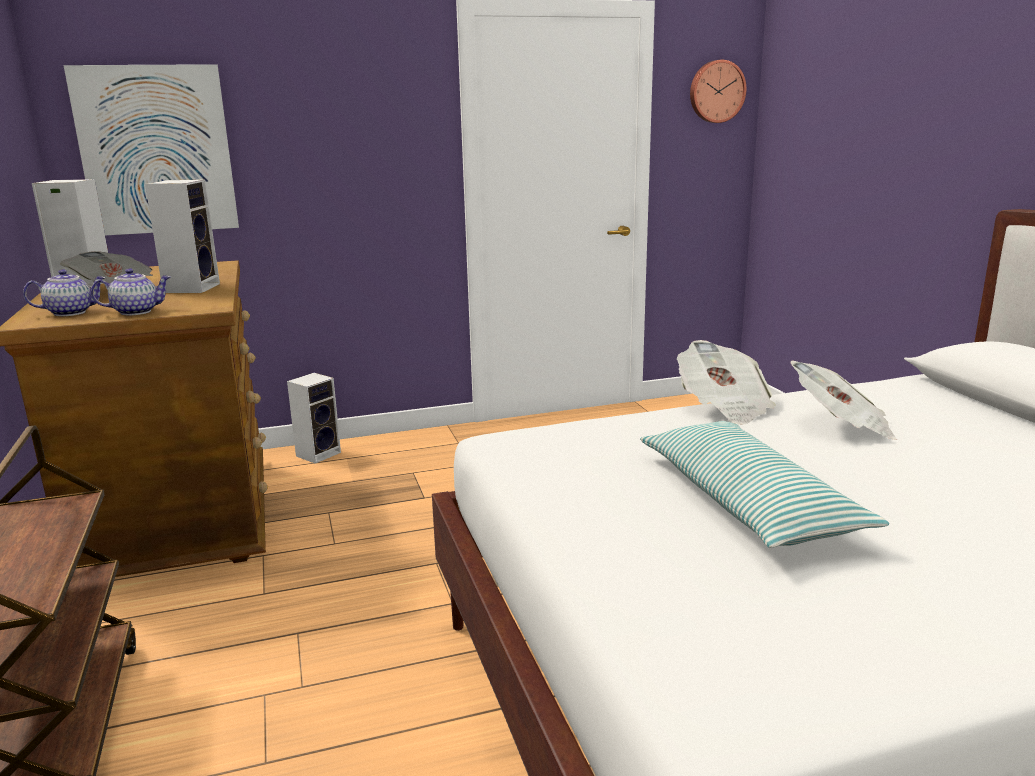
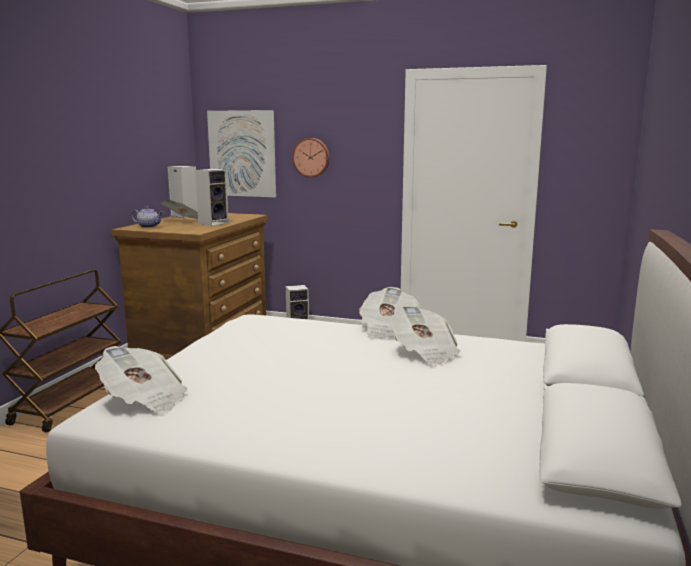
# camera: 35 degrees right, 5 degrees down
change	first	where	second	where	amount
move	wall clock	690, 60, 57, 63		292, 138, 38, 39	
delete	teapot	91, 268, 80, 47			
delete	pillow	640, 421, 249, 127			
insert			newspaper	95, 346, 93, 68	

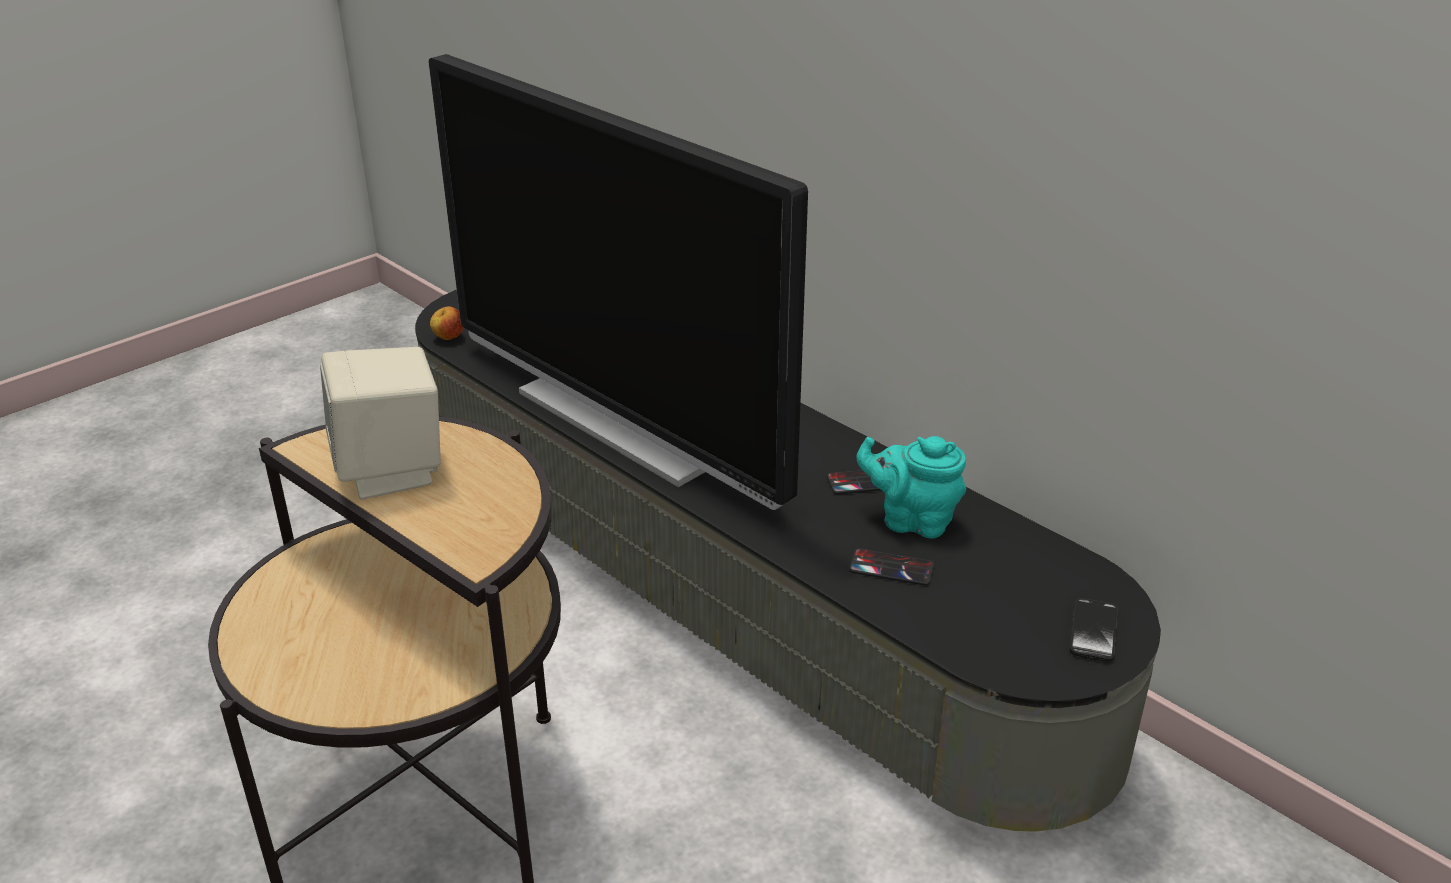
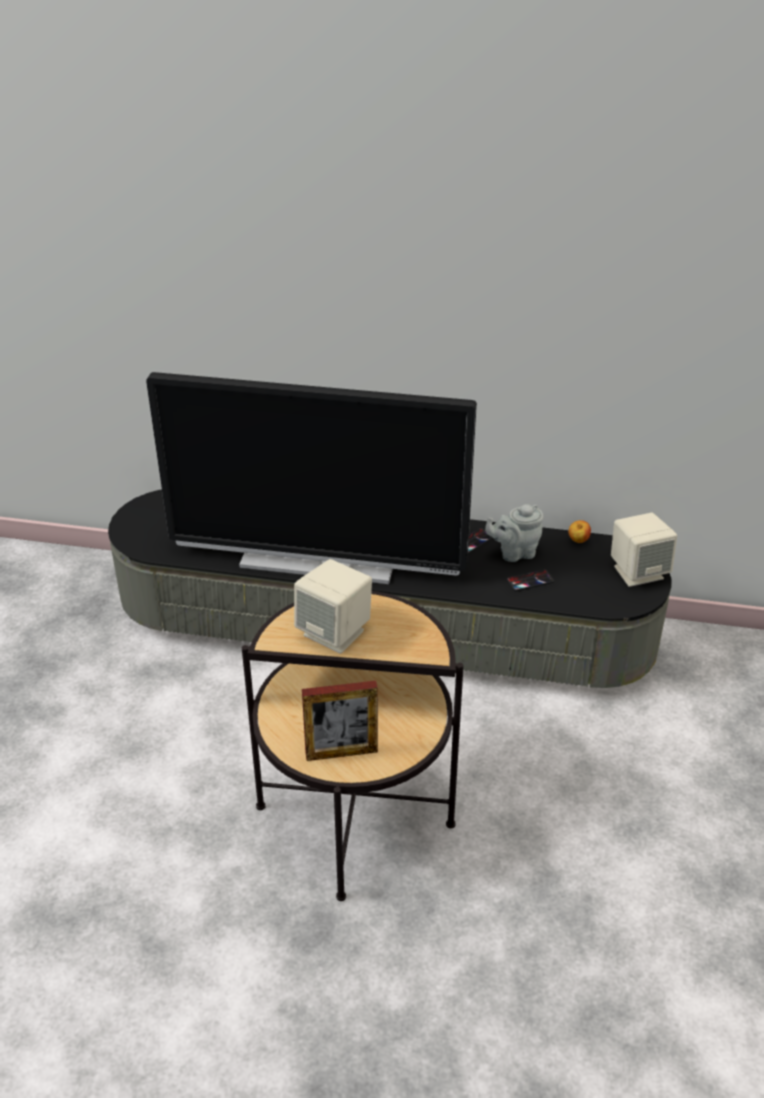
# camera: 35 degrees left, 5 degrees up
change	first	where	second	where	amount
move	apple	430, 306, 33, 34		568, 520, 23, 23	
recolor	turquoise teapot	856, 436, 110, 102	grey teapot	485, 504, 59, 58	
replace	phone	1070, 598, 48, 64	beige speaker	611, 513, 66, 74	
insert			picture frame	302, 681, 76, 80	

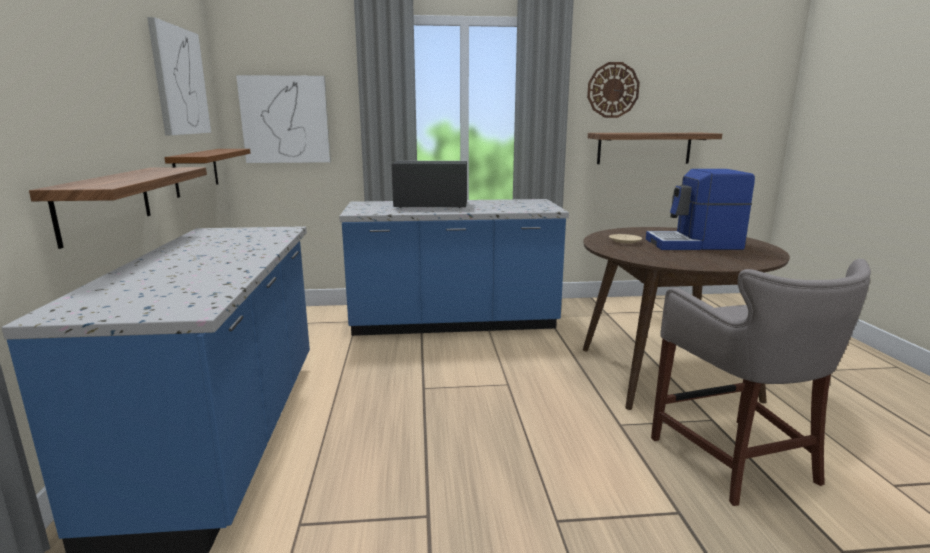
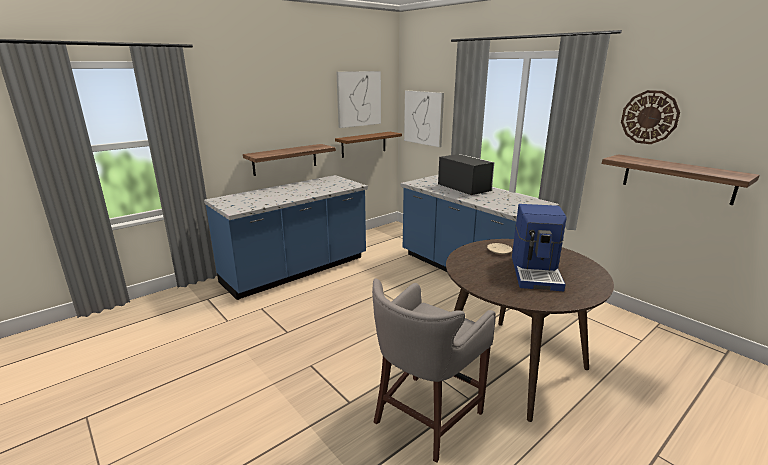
# camera: 55 degrees right, 5 degrees up
change	first	where	second	where	amount
rotate	coffee machine	646, 169, 109, 81		512, 204, 55, 87	135 degrees counterclockwise

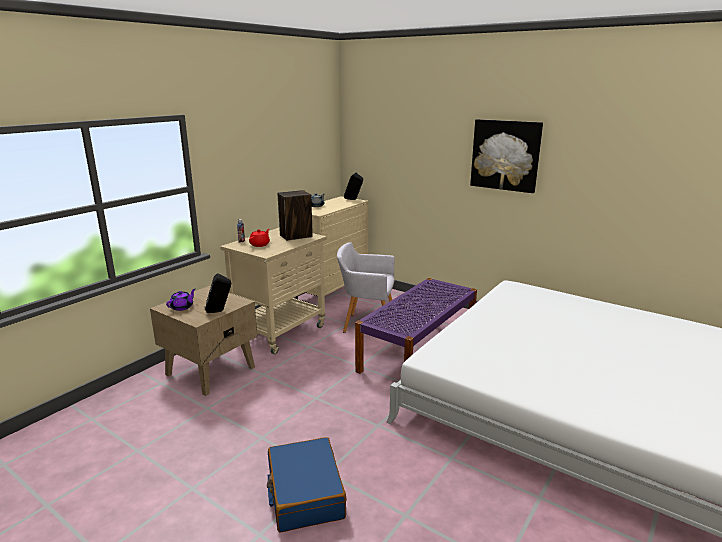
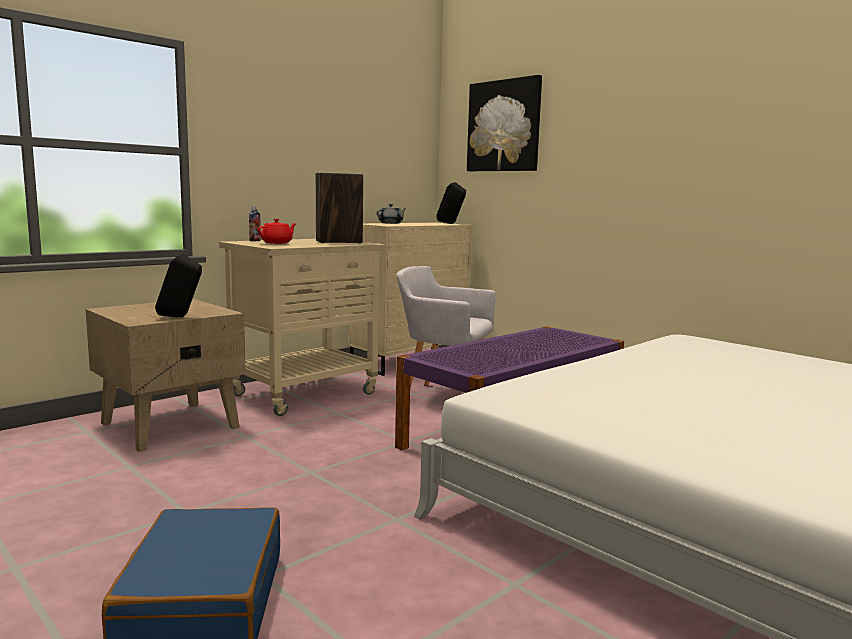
# camera: 10 degrees right, 10 degrees down
change	first	where	second	where	amount
move	picture	470, 119, 73, 74		467, 75, 75, 96	
delete	purple teapot	166, 289, 29, 22			

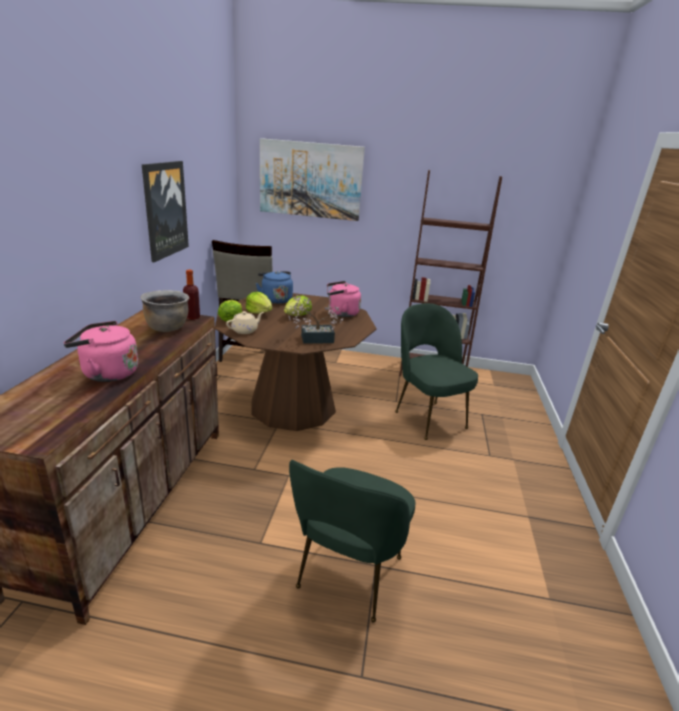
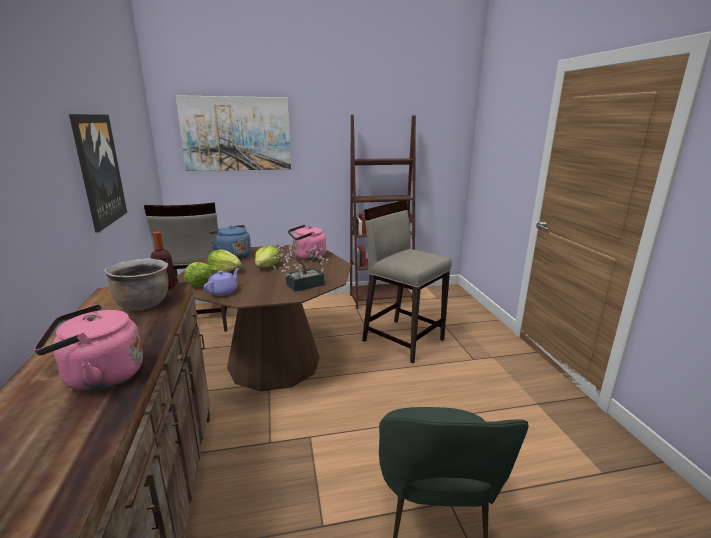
# camera: 20 degrees left, 5 degrees down
change	first	where	second	where	amount
replace	green chair	395, 303, 83, 137	beige stool	362, 200, 90, 163	
recolor	beige teapot	226, 311, 38, 23	purple teapot	204, 268, 35, 28	

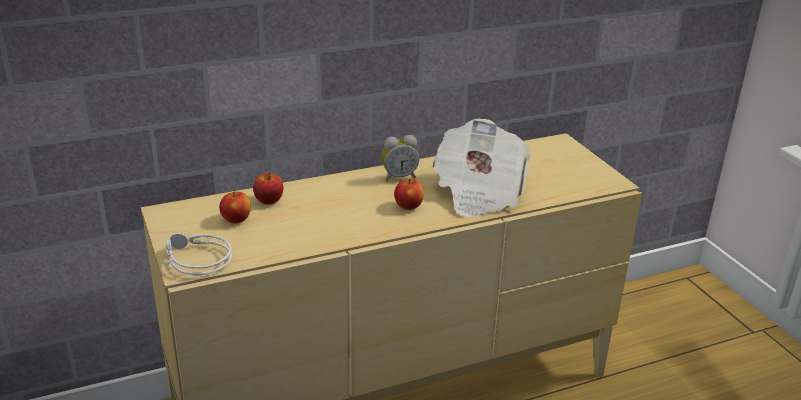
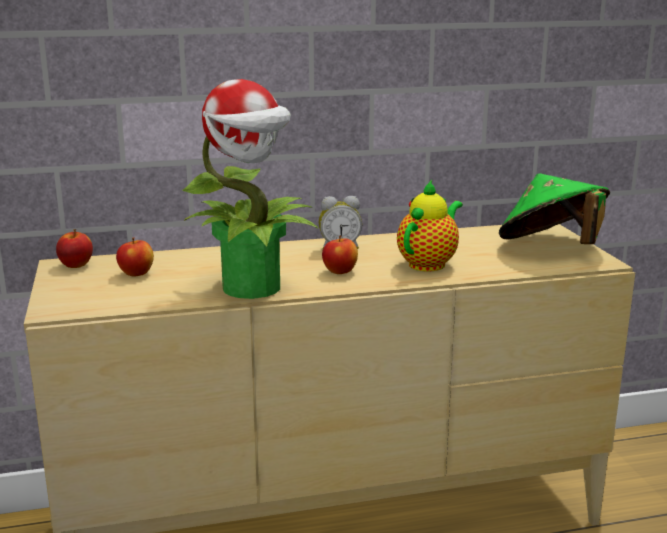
# camera: 10 degrees right, 10 degrees down
change	first	where	second	where	amount
replace	newspaper	432, 119, 99, 98	teapot	397, 180, 66, 92	
move	apple	253, 172, 30, 33		56, 229, 37, 39	
delete	grey headphones	165, 232, 67, 44			
insert			potted plant	182, 79, 136, 220	
insert			green hat	499, 173, 111, 71	

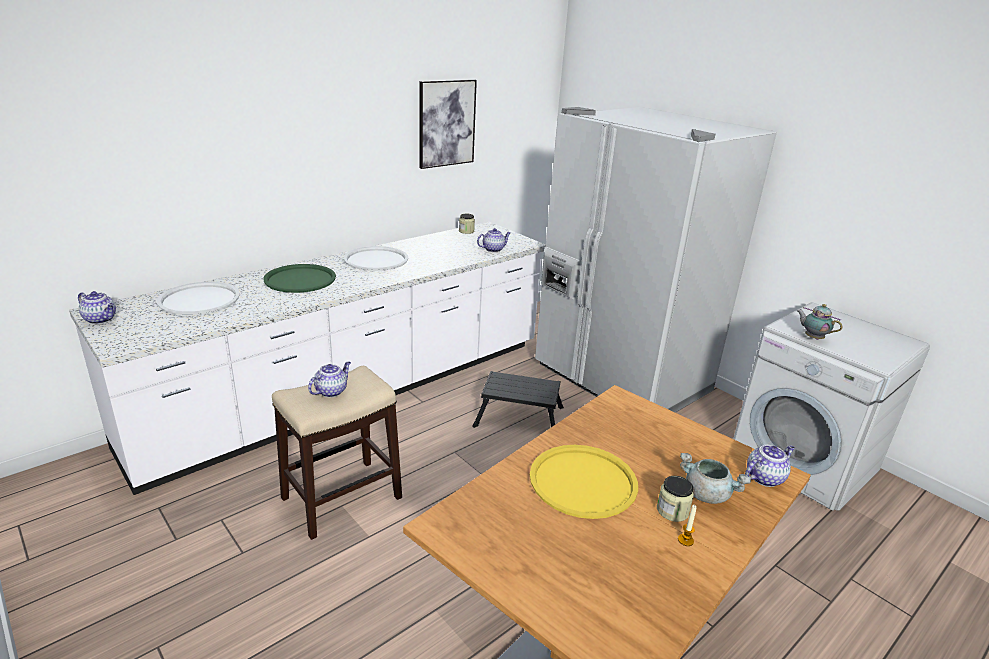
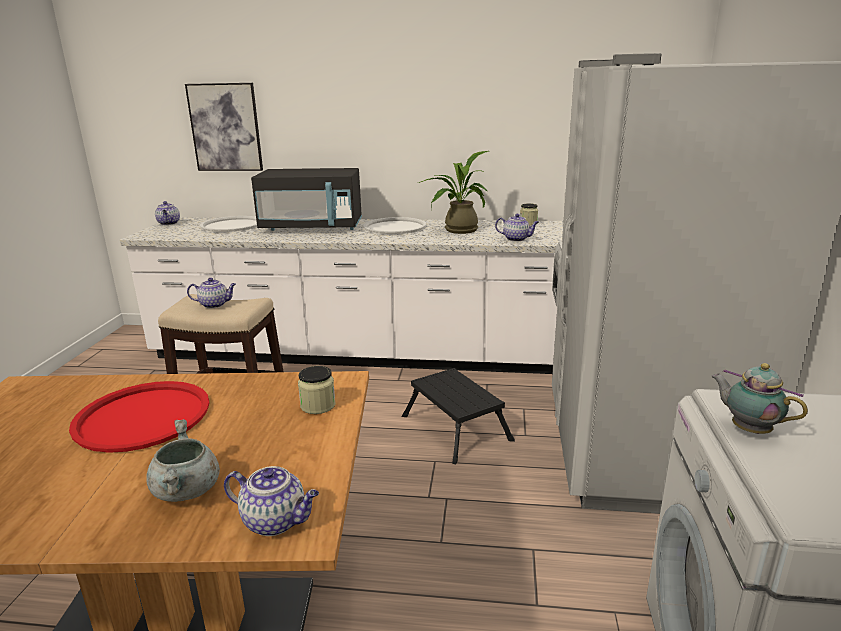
# camera: 50 degrees right, 5 degrees down
change	first	where	second	where	amount
move	picture	419, 79, 58, 90		185, 83, 78, 88	
replace	green tray	263, 264, 73, 29	black microwave	251, 168, 111, 63	
rotate	teapot	797, 304, 45, 36		711, 363, 97, 71	45 degrees counterclockwise
recolor	yellow tray	530, 445, 108, 74	red tray	69, 381, 141, 72	
move	jar	657, 476, 37, 46		298, 366, 38, 48	
delete	candle	678, 505, 19, 41			
insert			potted plant	418, 151, 70, 83	

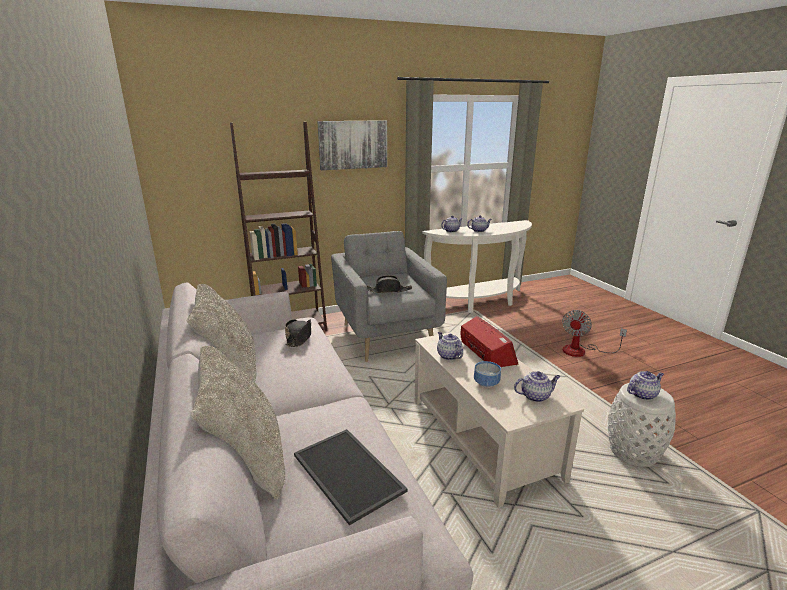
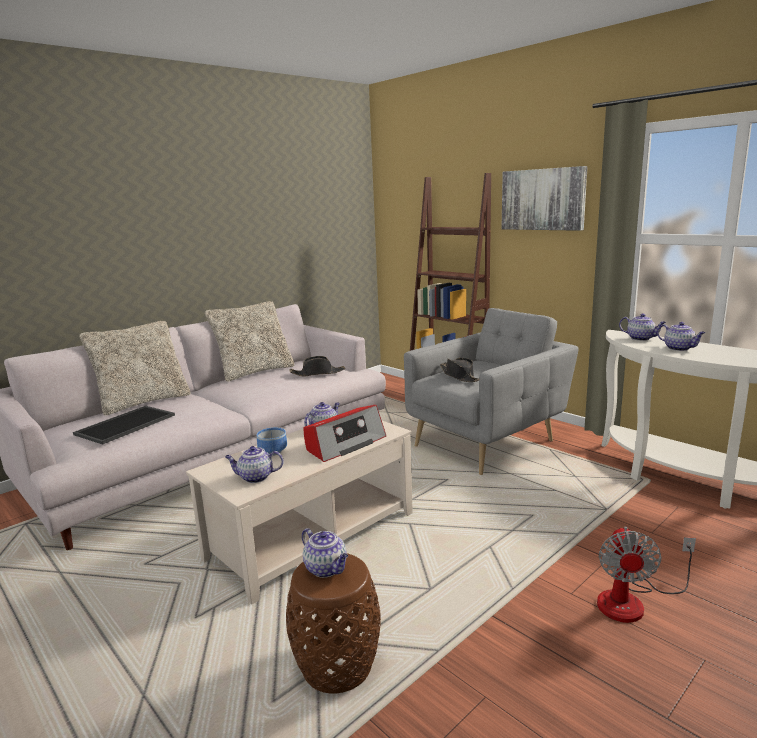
# camera: 70 degrees right, 5 degrees down
change	first	where	second	where	amount
rotate	fan	562, 310, 65, 47		597, 526, 99, 97	90 degrees counterclockwise
rotate	teapot	514, 371, 47, 31		225, 446, 58, 37	120 degrees clockwise
recolor	white stool	608, 383, 68, 84	brown stool	286, 553, 95, 141	

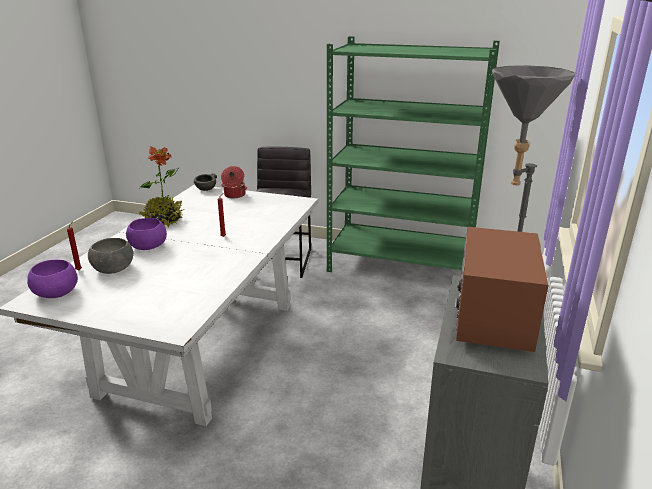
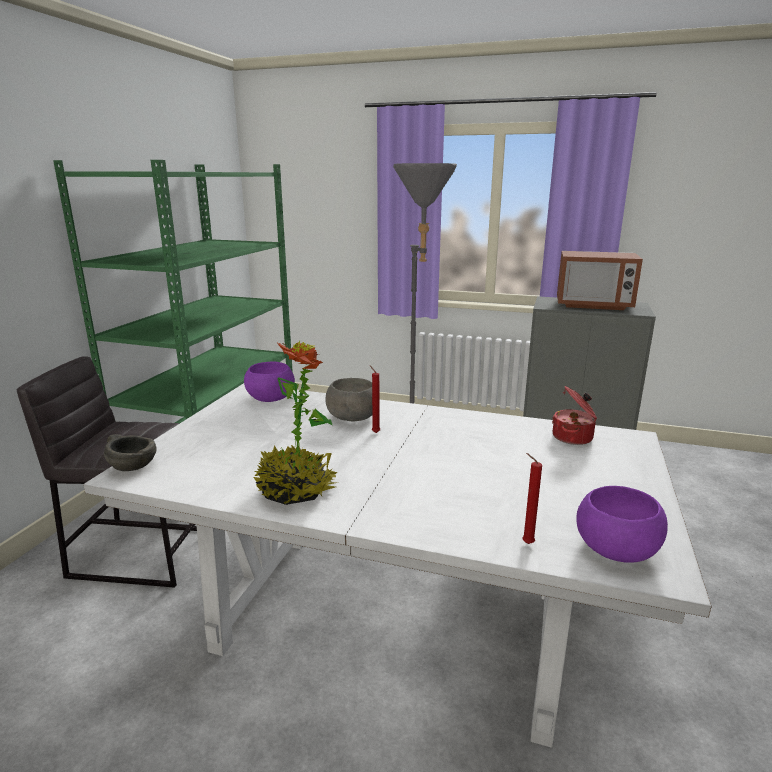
# camera: 90 degrees left, 5 degrees down
change	first	where	second	where	amount
move	cooking pot	221, 166, 26, 32		552, 386, 45, 59	
move	purple bowl	126, 218, 41, 32		244, 361, 51, 41	
move	grey bowl	88, 238, 45, 36		326, 378, 46, 43	

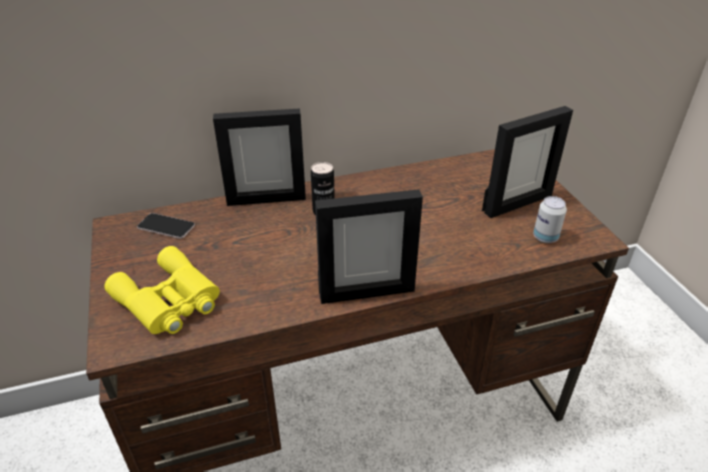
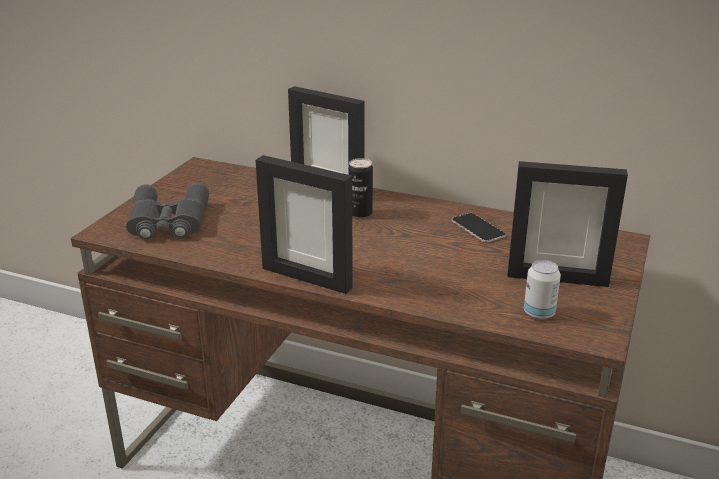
# camera: 40 degrees right, 10 degrees down
change	first	where	second	where	amount
move	phone	137, 213, 58, 26		452, 213, 54, 29	
recolor	yellow binoculars	104, 246, 116, 88	grey binoculars	126, 183, 83, 57	

